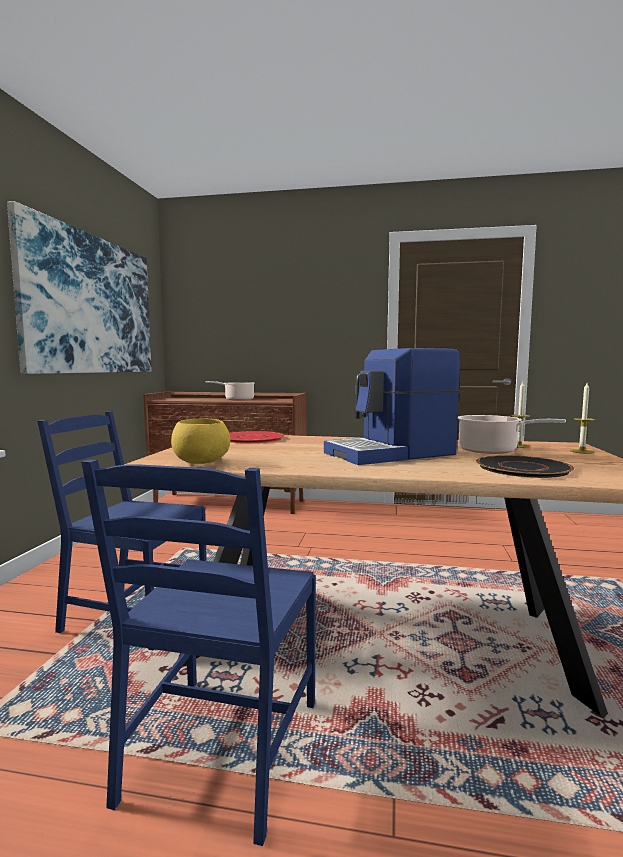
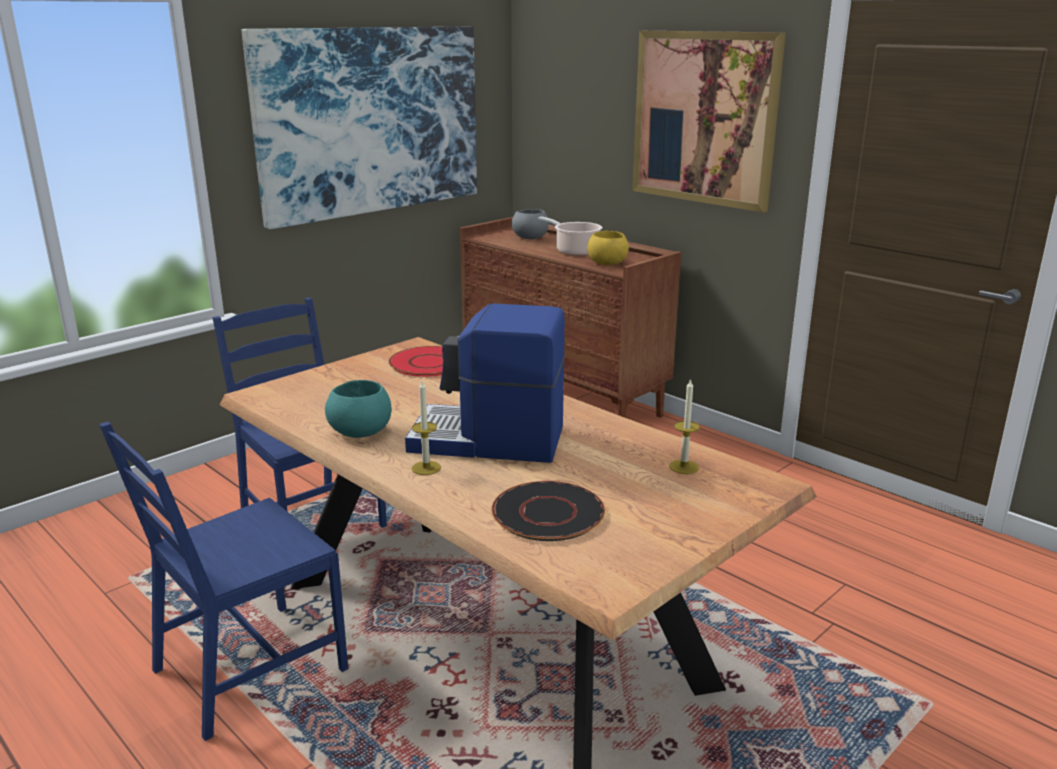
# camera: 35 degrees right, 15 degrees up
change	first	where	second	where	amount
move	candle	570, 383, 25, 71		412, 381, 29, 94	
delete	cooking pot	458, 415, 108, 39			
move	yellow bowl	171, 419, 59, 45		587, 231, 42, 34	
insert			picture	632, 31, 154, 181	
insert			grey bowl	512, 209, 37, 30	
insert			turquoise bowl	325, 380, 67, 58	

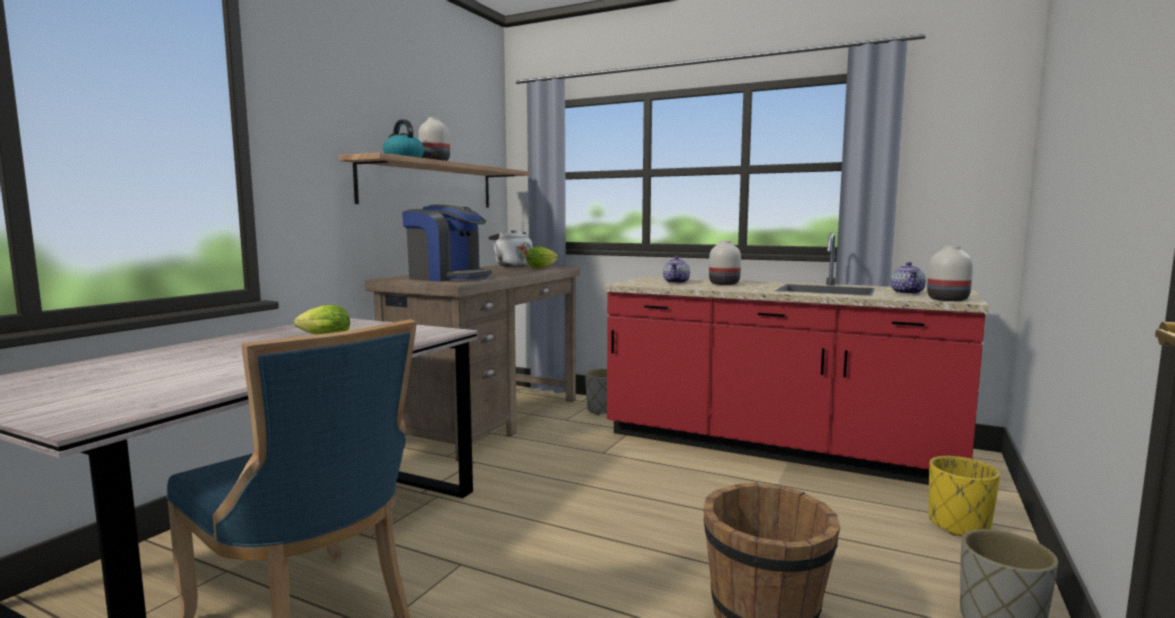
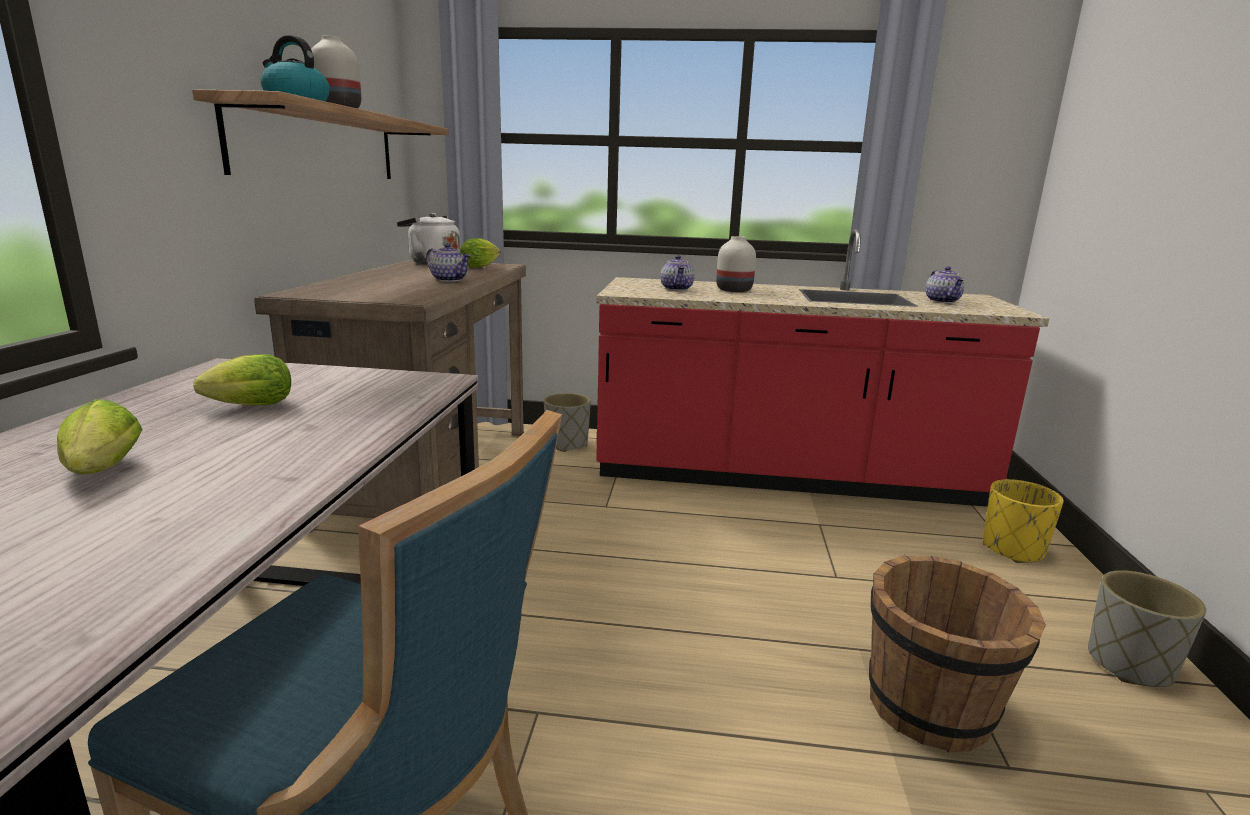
# camera: 20 degrees left, 10 degrees up
change	first	where	second	where	amount
delete	coffee machine	402, 205, 90, 76			
delete	white vase	927, 246, 46, 55			
insert			teapot	426, 243, 45, 39	
insert			lettuce	57, 399, 86, 76	

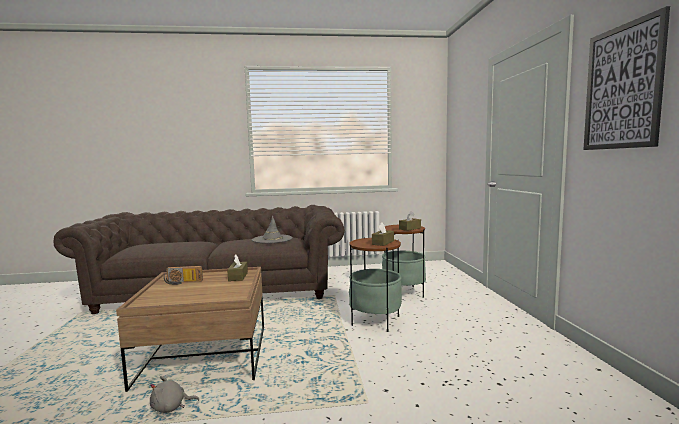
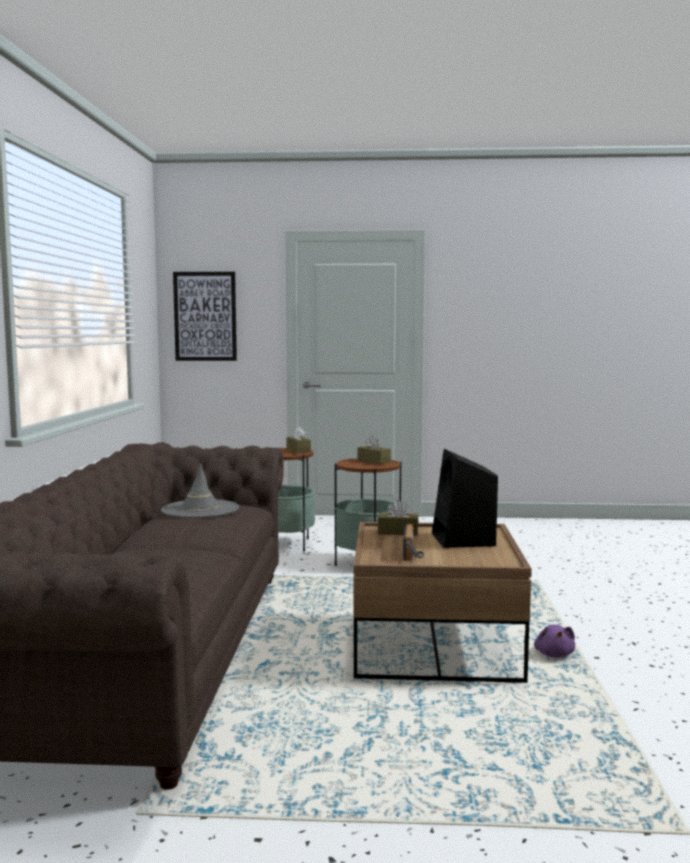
# camera: 80 degrees left, 0 degrees up
change	first	where	second	where	amount
move	picture	583, 6, 87, 144		173, 272, 64, 89	
recolor	grey plush toy	150, 376, 49, 37	purple plush toy	534, 624, 41, 34	
insert			black speaker	432, 449, 66, 99	

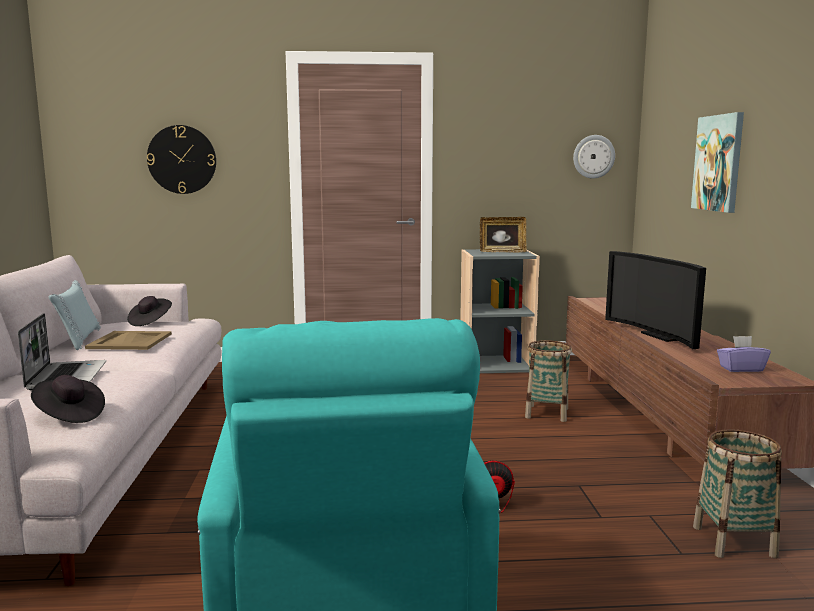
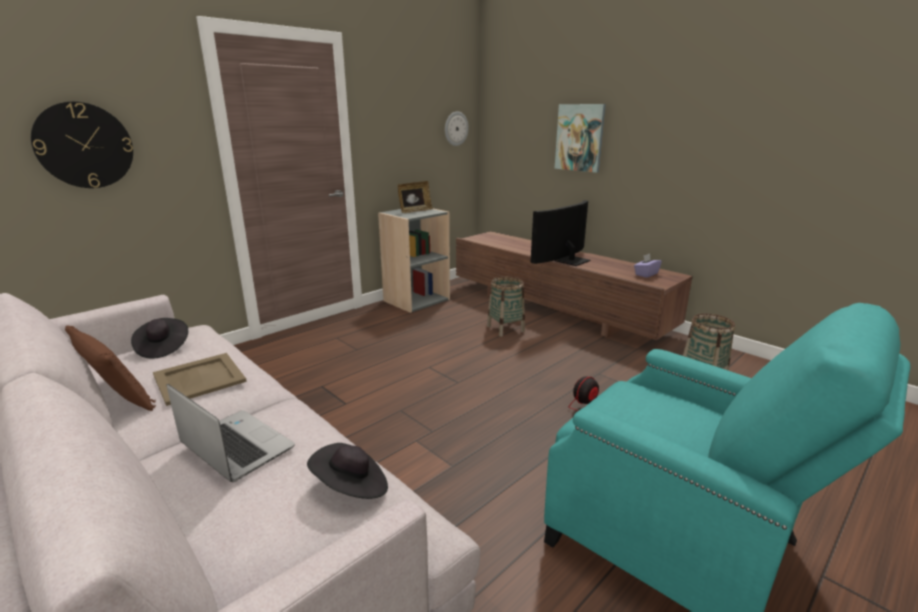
# camera: 40 degrees left, 10 degrees up
change	first	where	second	where	amount
rotate	television	605, 251, 101, 98		530, 200, 60, 66	105 degrees clockwise
recolor	blue pillow	49, 280, 52, 70	brown pillow	65, 326, 91, 85	

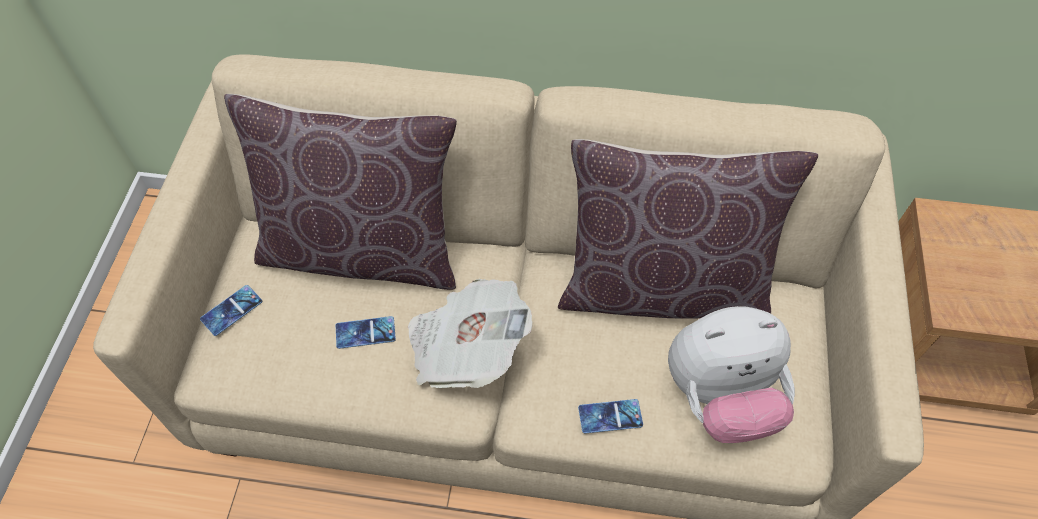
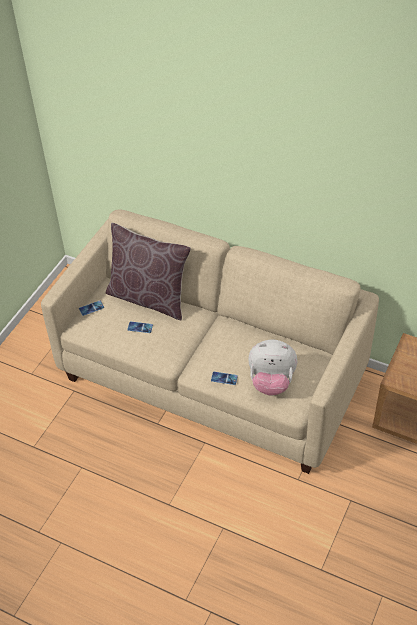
# camera: 20 degrees right, 10 degrees down
change	first	where	second	where	amount
delete	brown pillow	558, 139, 260, 180			
delete	newspaper	408, 279, 124, 109			

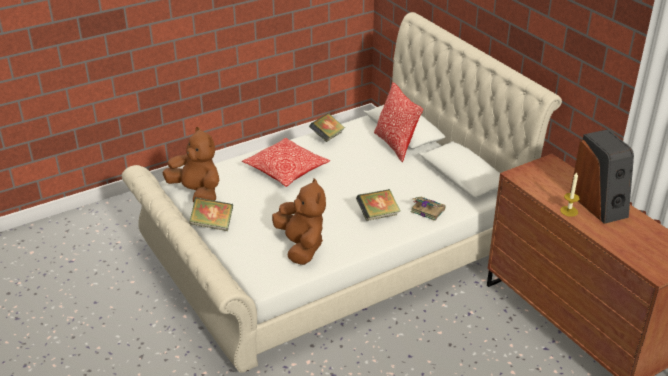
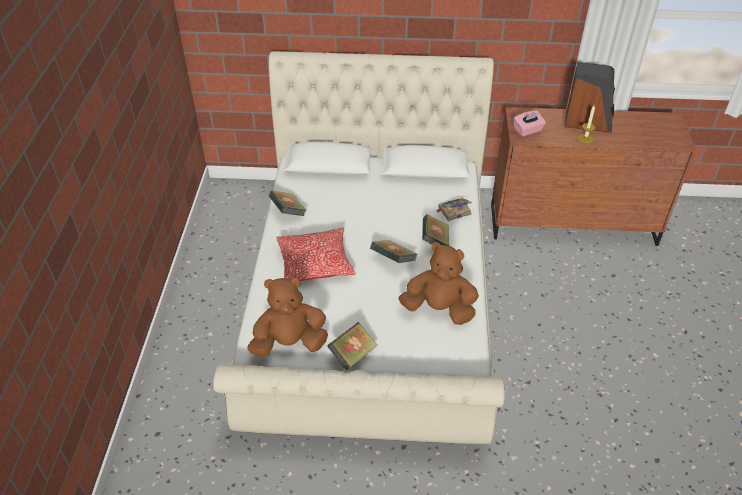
# camera: 55 degrees left, 10 degrees up
change	first	where	second	where	amount
delete	pillow	374, 82, 49, 80			
insert			pink tissue box	513, 111, 33, 26	
insert			book	370, 240, 47, 23	

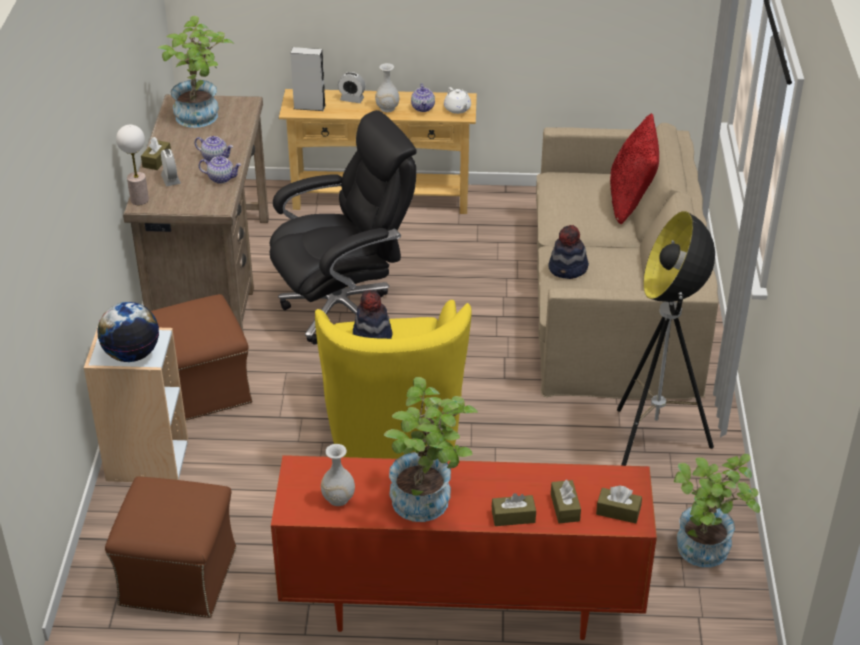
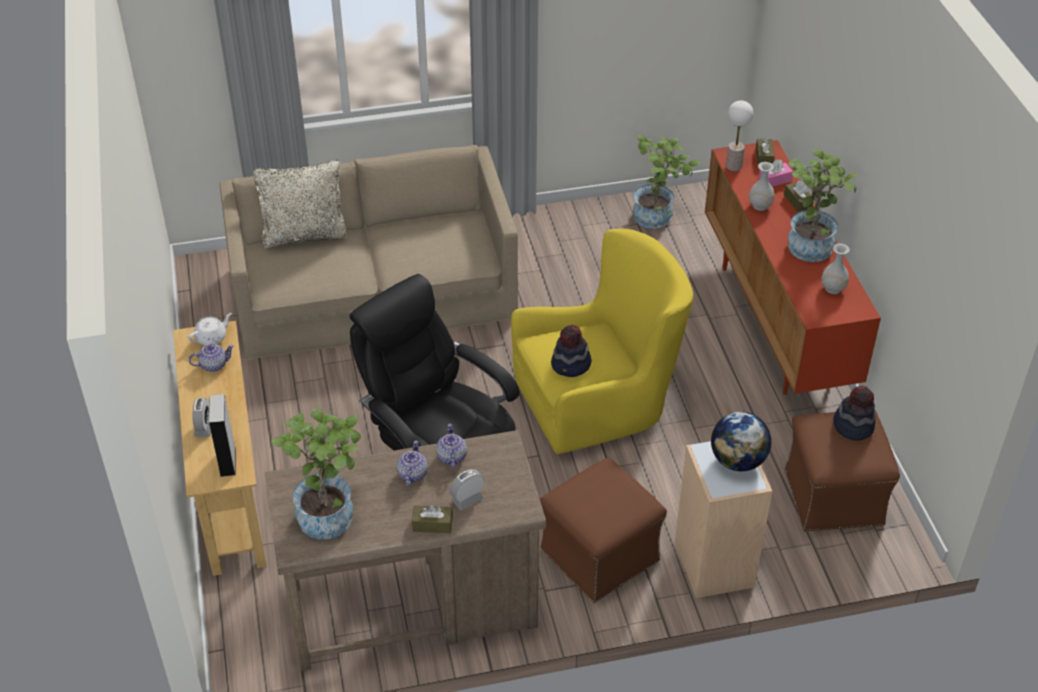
# camera: 105 degrees left, 5 degrees up
change	first	where	second	where	amount
move	white vase	375, 63, 24, 49		749, 162, 26, 49	
recolor	red pillow	610, 113, 49, 111	beige pillow	253, 160, 93, 89	
move	table lamp	116, 125, 33, 80		726, 101, 27, 70	
delete	floor lamp	617, 211, 98, 255			
move	hat	548, 225, 41, 54		833, 386, 43, 55	
recolor	brown tissue box	551, 480, 30, 43	pink tissue box	758, 159, 35, 28	

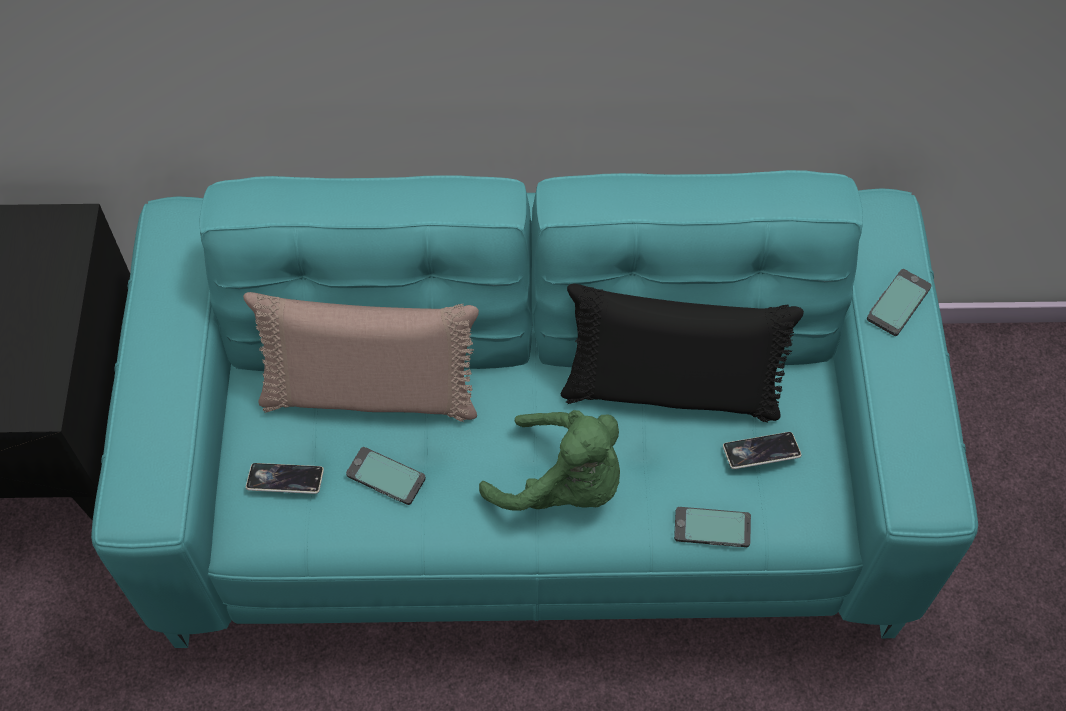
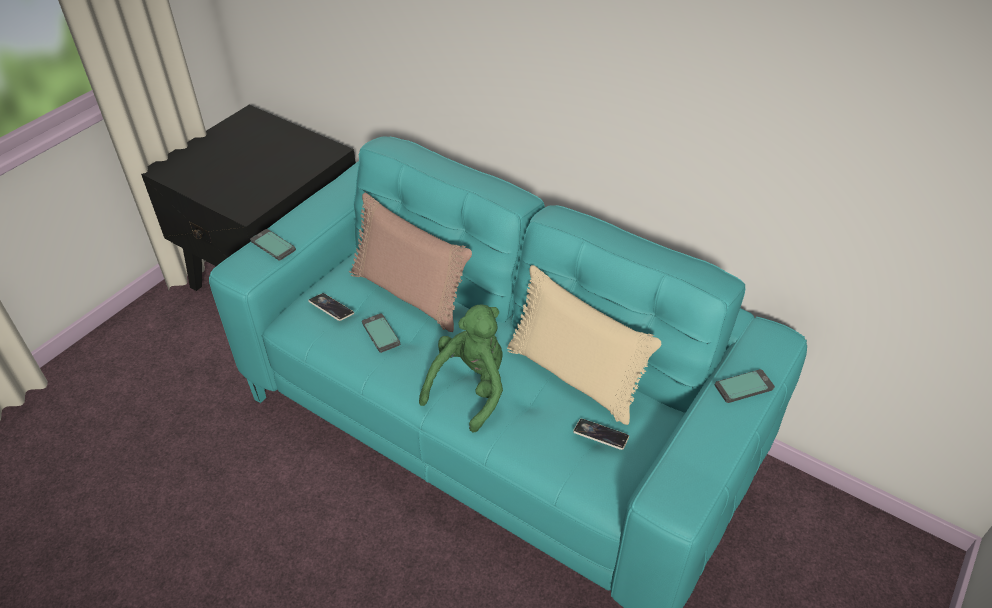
# camera: 35 degrees right, 15 degrees down
change	first	where	second	where	amount
recolor	black pillow	561, 284, 243, 138	beige pillow	507, 265, 154, 160	
rotate	green plush toy	479, 410, 141, 101		419, 305, 84, 128	120 degrees counterclockwise
move	phone	674, 507, 77, 40		250, 229, 46, 32	

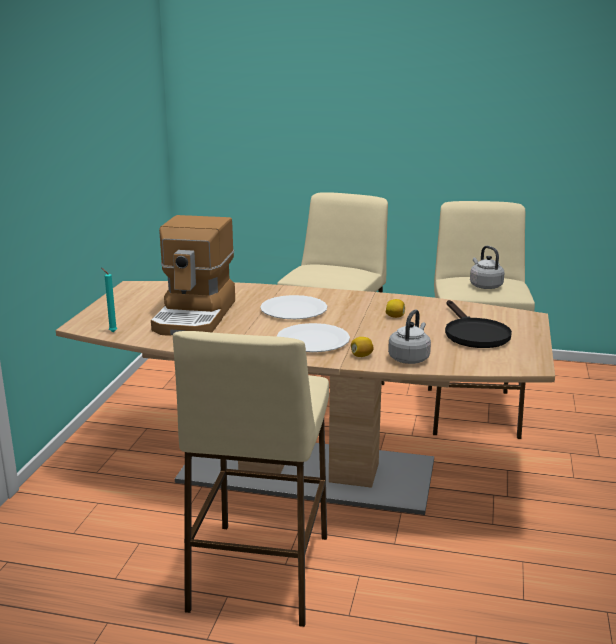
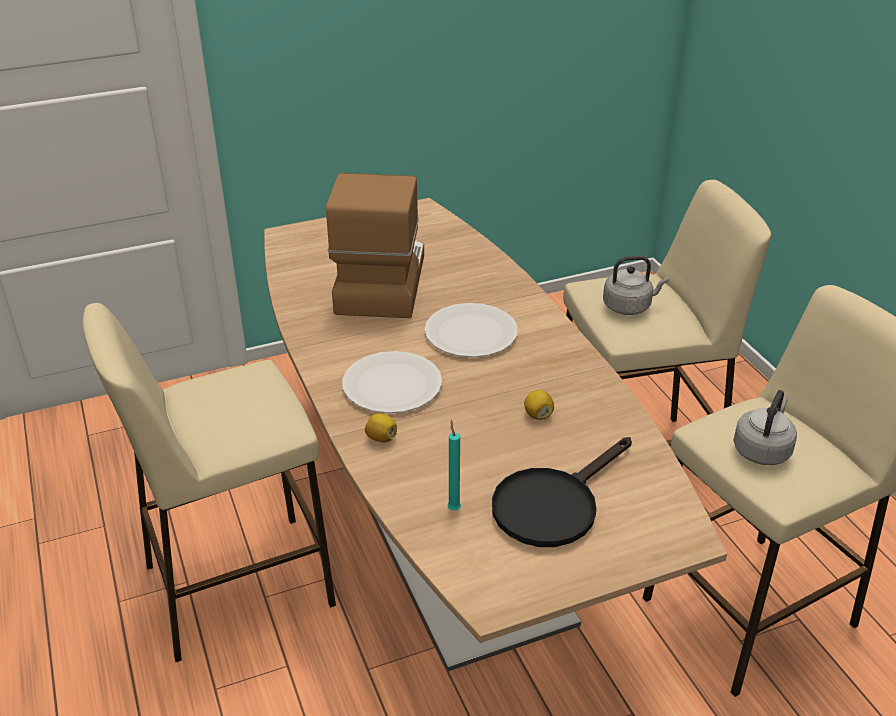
# camera: 55 degrees right, 15 degrees up
change	first	where	second	where	amount
rotate	coffee machine	151, 215, 84, 121		326, 173, 98, 145	120 degrees clockwise
move	turquoise candle	102, 268, 15, 64		447, 420, 14, 90	
move	grey kettle	388, 309, 43, 55		603, 256, 66, 59	

